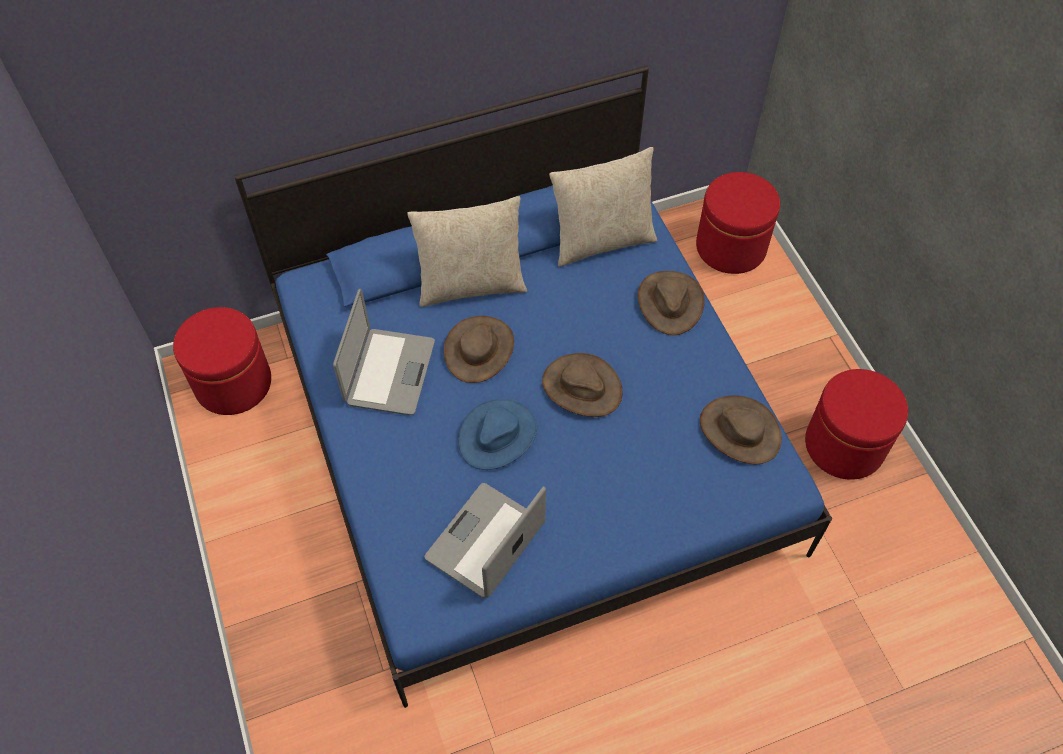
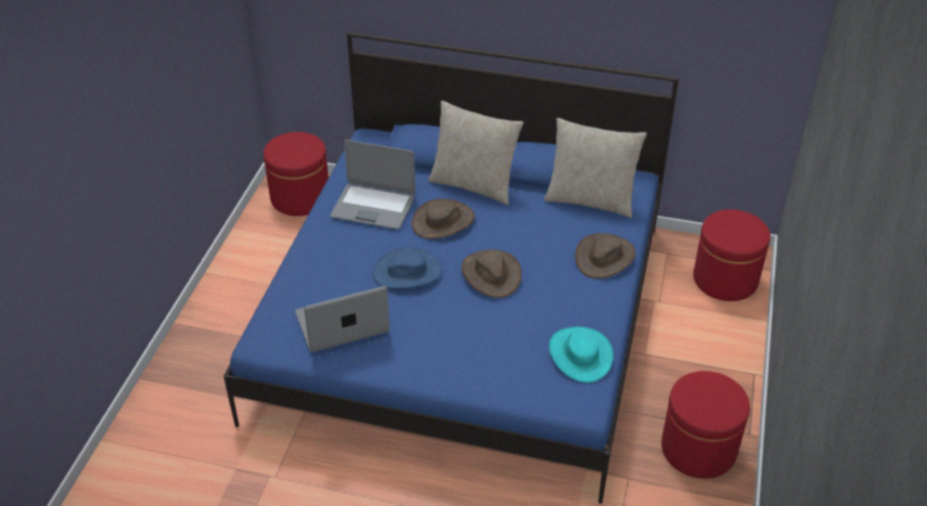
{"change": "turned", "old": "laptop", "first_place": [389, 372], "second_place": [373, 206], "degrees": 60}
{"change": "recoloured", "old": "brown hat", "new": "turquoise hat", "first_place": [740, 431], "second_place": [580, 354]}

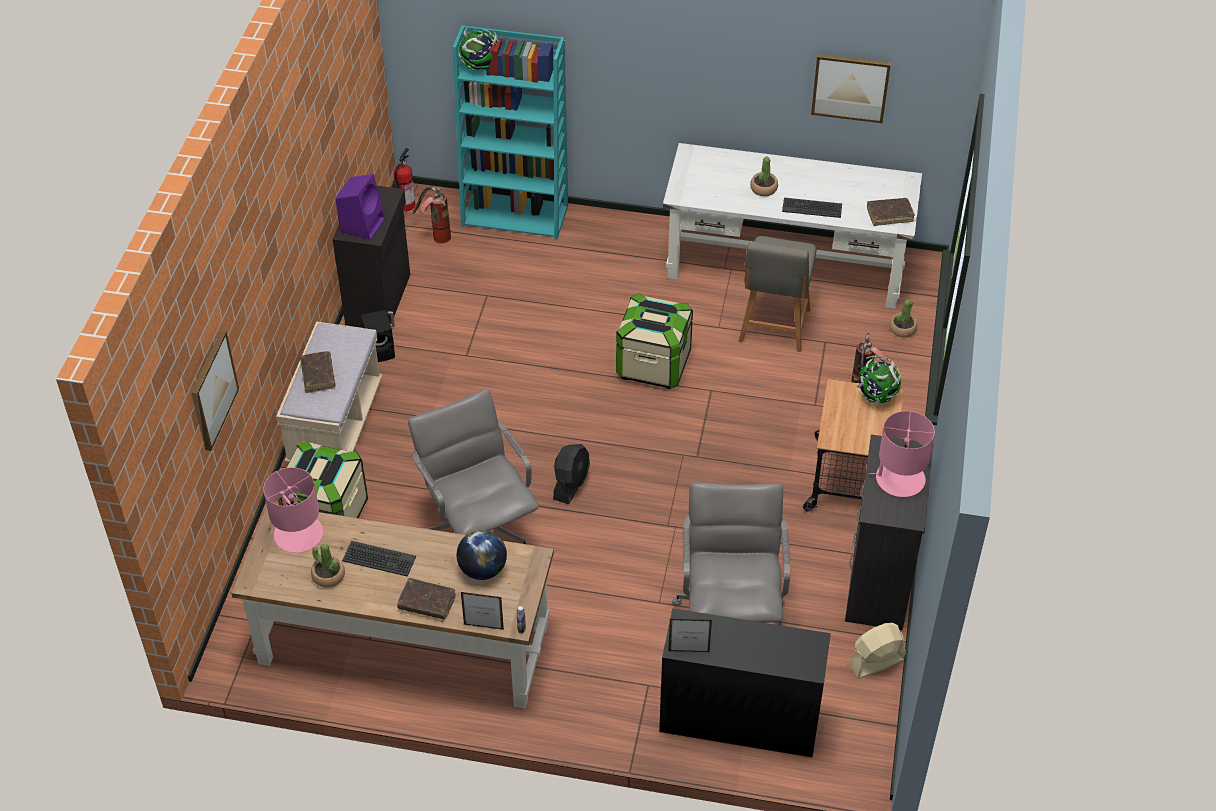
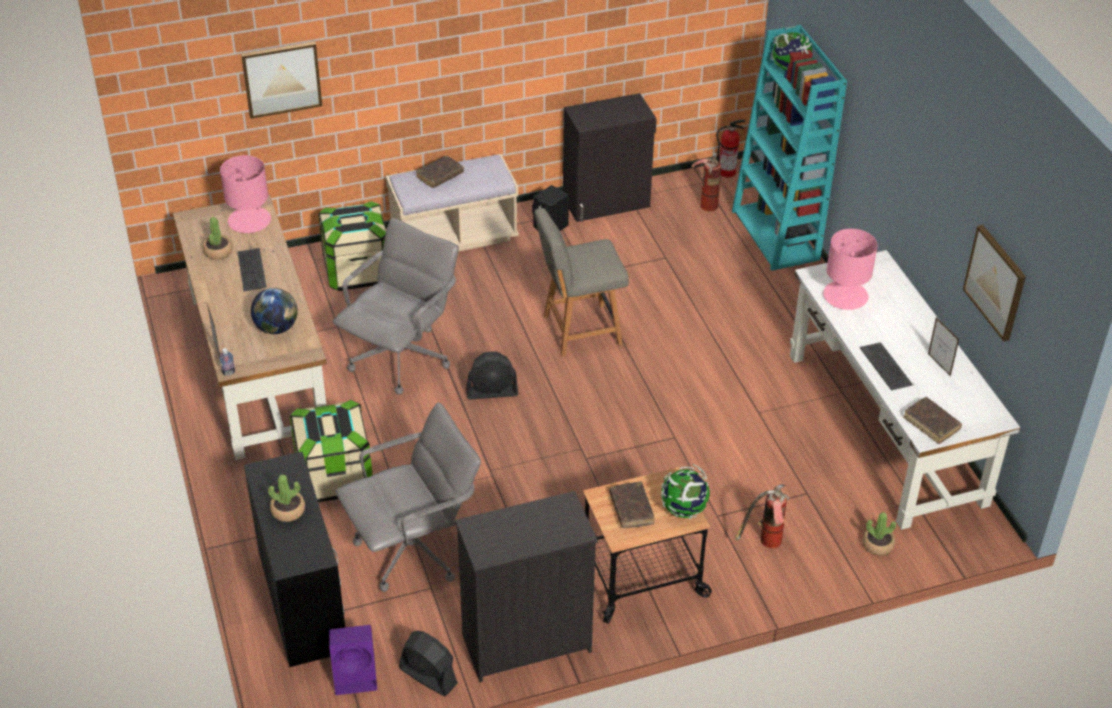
{"change": "moved", "old": "potted plant", "first_place": [763, 188], "second_place": [288, 510]}
{"change": "moved", "old": "storage box", "first_place": [653, 365], "second_place": [334, 477]}
{"change": "moved", "old": "purple speaker", "first_place": [362, 224], "second_place": [356, 675]}
{"change": "recoloured", "old": "beige fan", "new": "black fan", "first_place": [876, 662], "second_place": [428, 676]}
{"change": "moved", "old": "grey chair", "first_place": [774, 327], "second_place": [579, 330]}
{"change": "moved", "old": "brown book", "first_place": [427, 603], "second_place": [631, 509]}
{"change": "moved", "old": "pink table lamp", "first_place": [899, 479], "second_place": [845, 295]}
{"change": "moved", "old": "picture frame", "first_place": [689, 651], "second_place": [939, 365]}

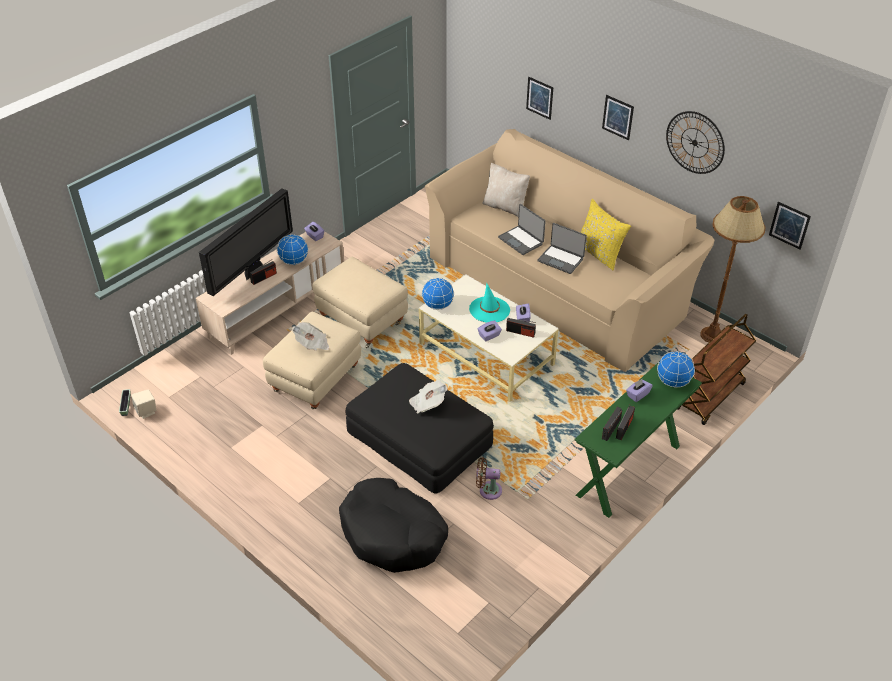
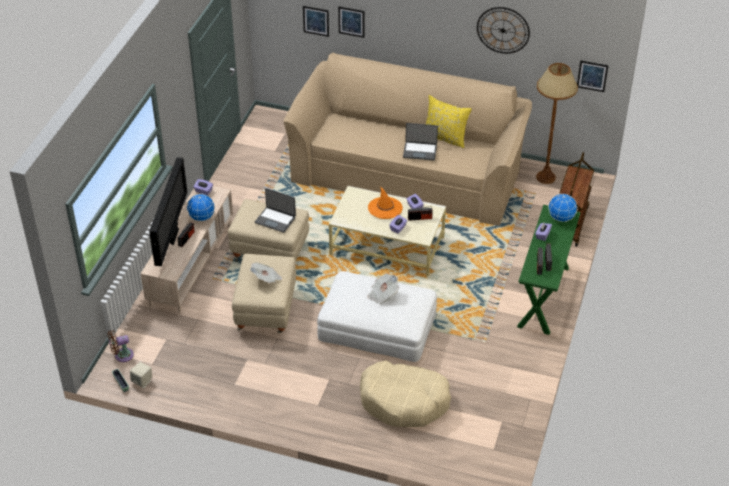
{"change": "moved", "old": "brown fan", "first_place": [488, 490], "second_place": [122, 355]}
{"change": "moved", "old": "laptop", "first_place": [521, 240], "second_place": [275, 220]}
{"change": "moved", "old": "picture", "first_place": [617, 117], "second_place": [316, 21]}
{"change": "recoloured", "old": "black ottoman", "new": "white ottoman", "first_place": [419, 438], "second_place": [377, 326]}
{"change": "recoloured", "old": "black dog bed", "new": "beige dog bed", "first_place": [393, 534], "second_place": [404, 401]}
{"change": "recoloured", "old": "turquoise hat", "new": "orange hat", "first_place": [489, 310], "second_place": [385, 208]}
{"change": "removed", "old": "globe", "first_place": [437, 305]}
{"change": "removed", "old": "beige pillow", "first_place": [505, 207]}

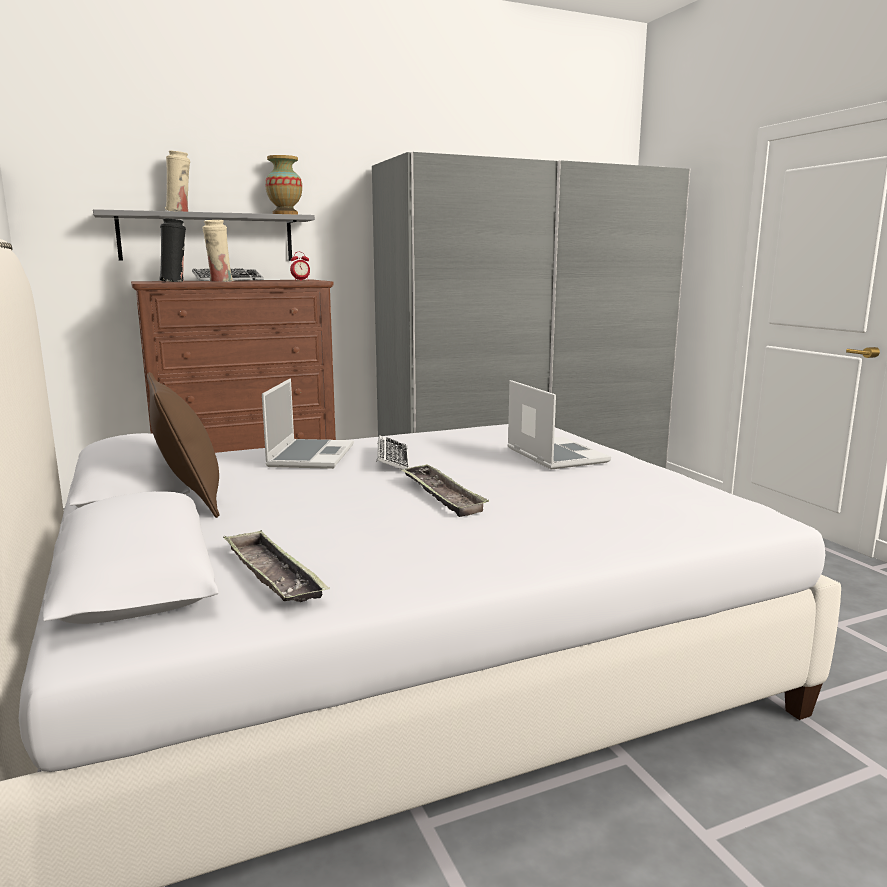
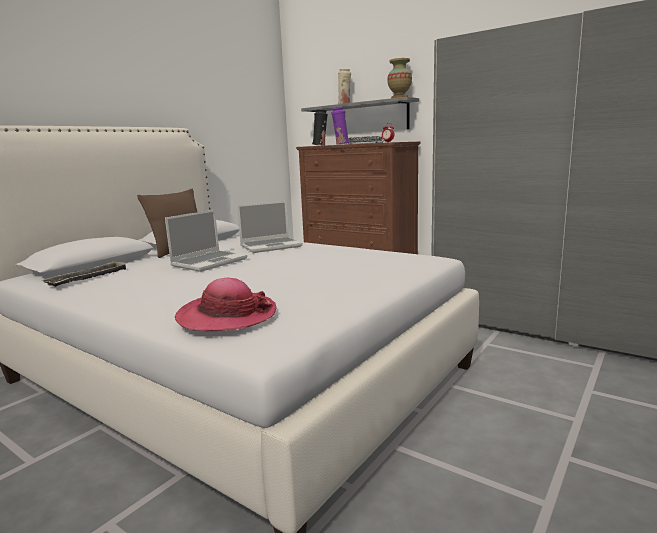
{"change": "moved", "old": "laptop", "first_place": [554, 455], "second_place": [209, 262]}
{"change": "added", "new": "hat", "second_place": [227, 316]}
{"change": "recoloured", "old": "beige vase", "new": "purple vase", "first_place": [220, 281], "second_place": [341, 144]}
{"change": "removed", "old": "keyboard", "first_place": [392, 459]}
{"change": "removed", "old": "tray", "first_place": [441, 495]}

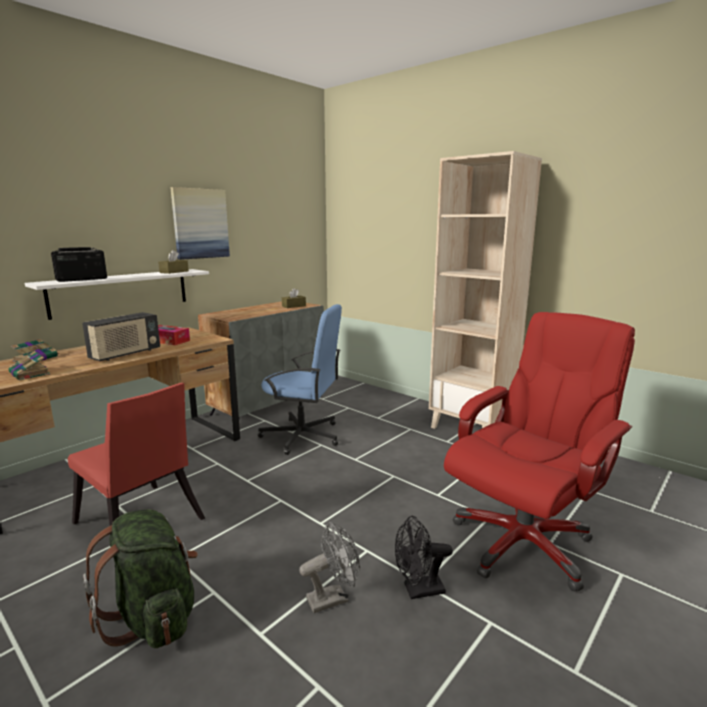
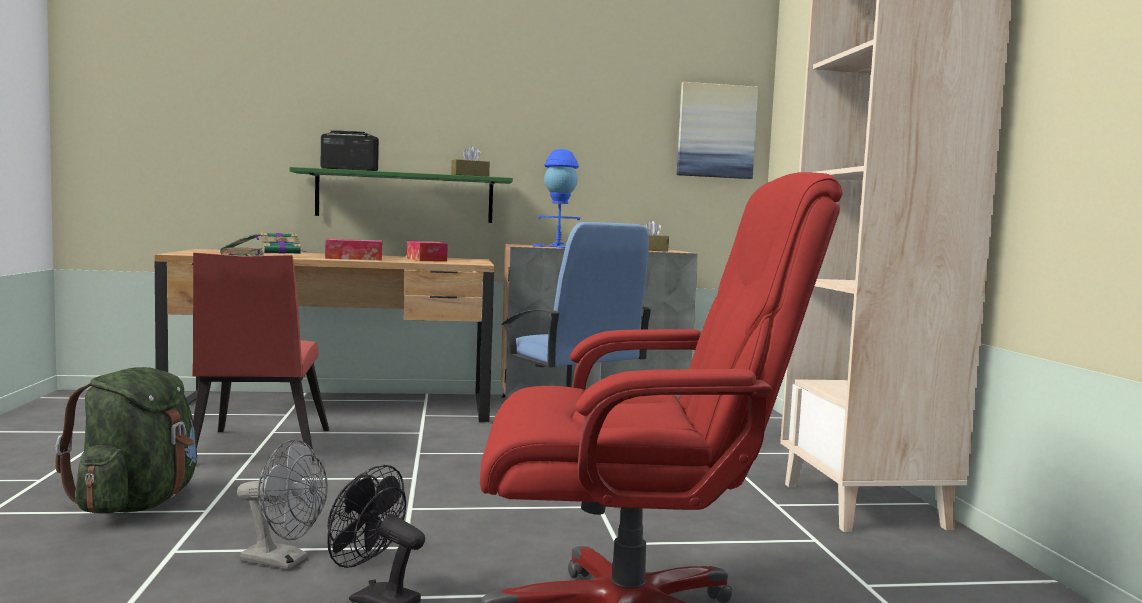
{"change": "recoloured", "old": "white shelf", "new": "green shelf", "first_place": [121, 292], "second_place": [405, 197]}
{"change": "replaced", "old": "radio", "new": "tissue box", "first_place": [125, 354], "second_place": [353, 258]}
{"change": "added", "new": "blue table lamp", "second_place": [558, 247]}
{"change": "moved", "old": "picture", "first_place": [200, 223], "second_place": [716, 131]}

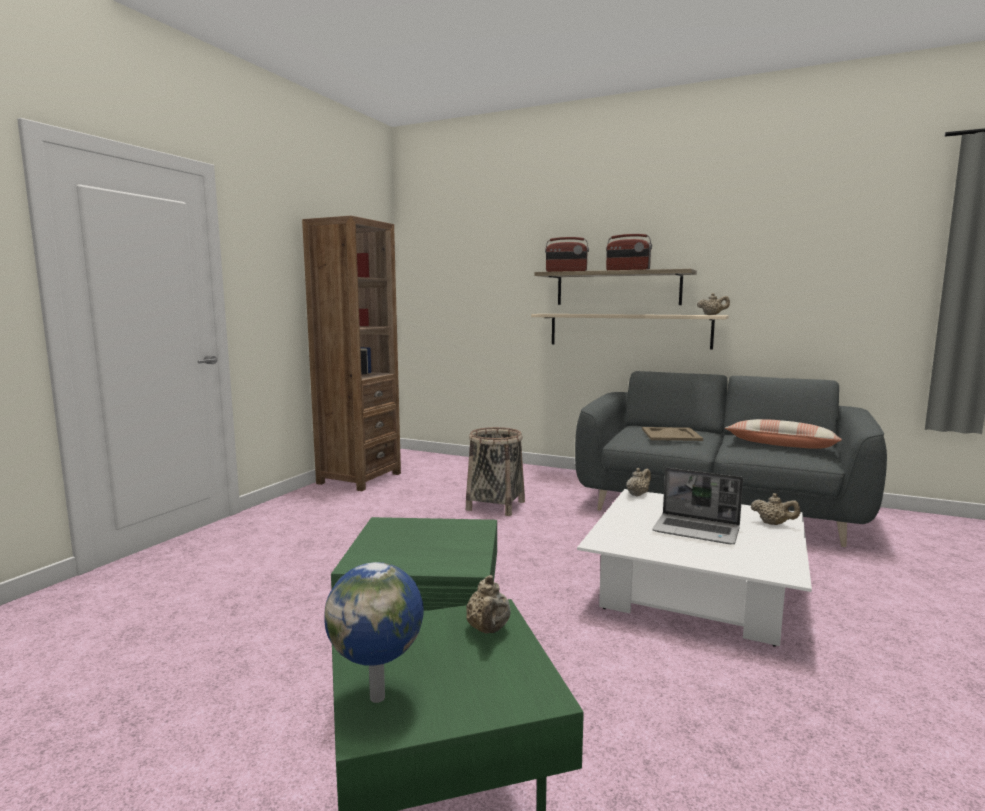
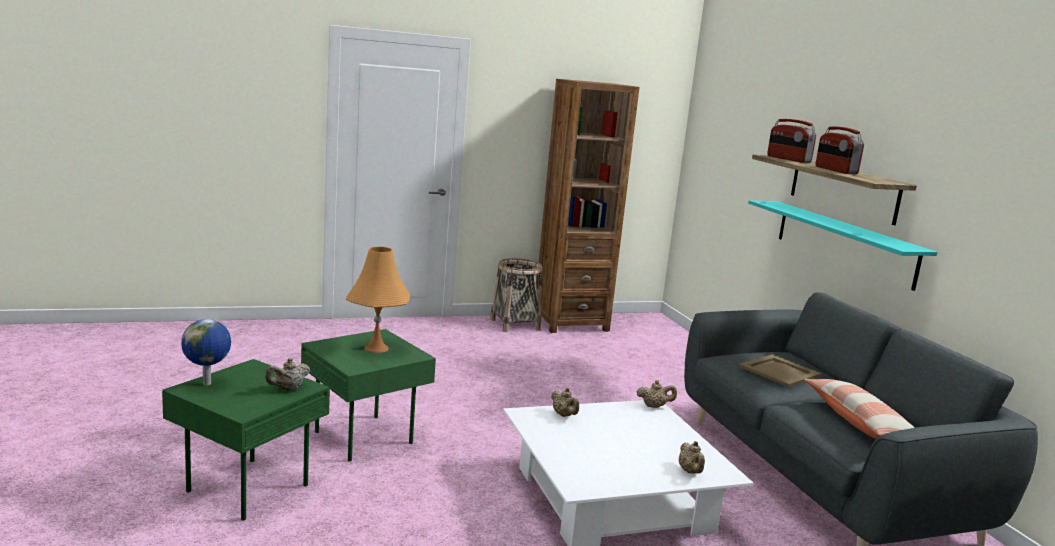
{"change": "added", "new": "orange table lamp", "second_place": [376, 348]}
{"change": "moved", "old": "basket", "first_place": [495, 505], "second_place": [515, 324]}
{"change": "moved", "old": "beige teapot", "first_place": [712, 315], "second_place": [564, 415]}
{"change": "recoloured", "old": "beige shelf", "new": "turquoise shelf", "first_place": [628, 330], "second_place": [843, 242]}
{"change": "removed", "old": "laptop", "first_place": [697, 530]}

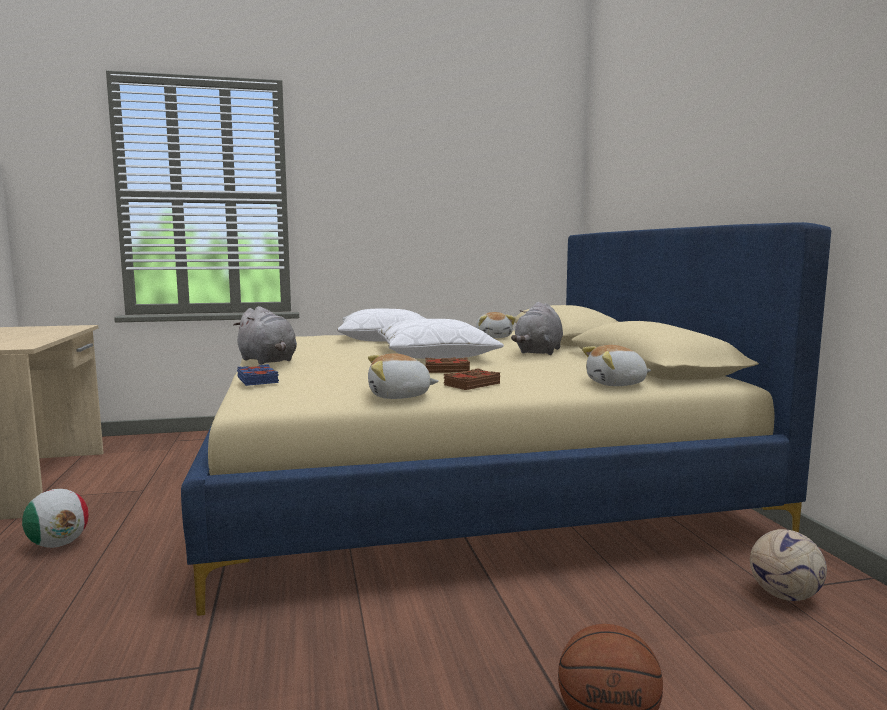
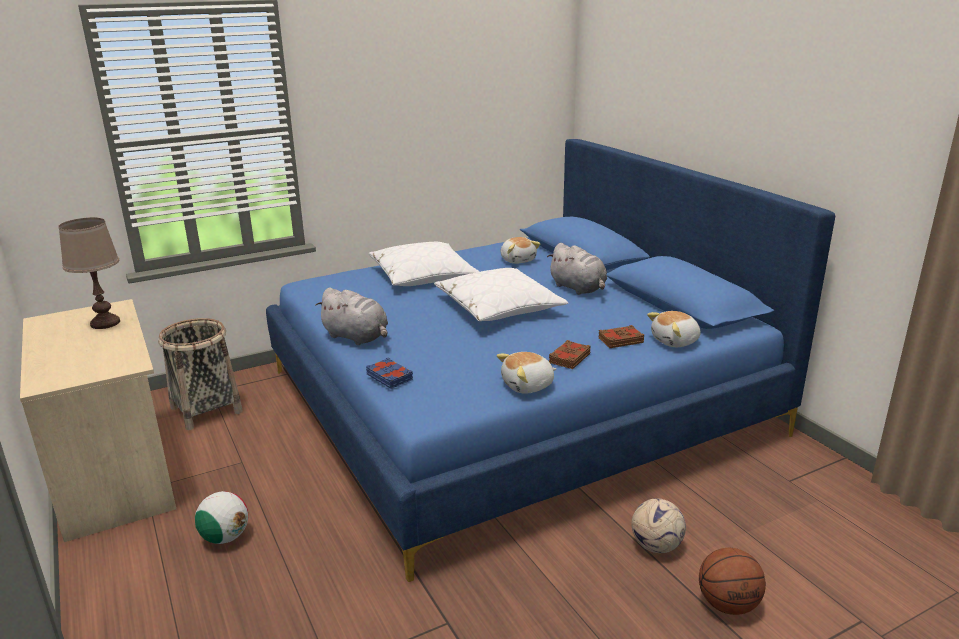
{"change": "added", "new": "brown table lamp", "second_place": [105, 323]}
{"change": "added", "new": "basket", "second_place": [207, 410]}
{"change": "recoloured", "old": "beige bed", "new": "blue bed", "first_place": [458, 477], "second_place": [514, 401]}
{"change": "turned", "old": "grey plush toy", "first_place": [538, 352], "second_place": [579, 288], "degrees": -45}
{"change": "moved", "old": "brown book", "first_place": [447, 370], "second_place": [620, 340]}
{"change": "moved", "old": "football", "first_place": [783, 595], "second_place": [655, 545]}

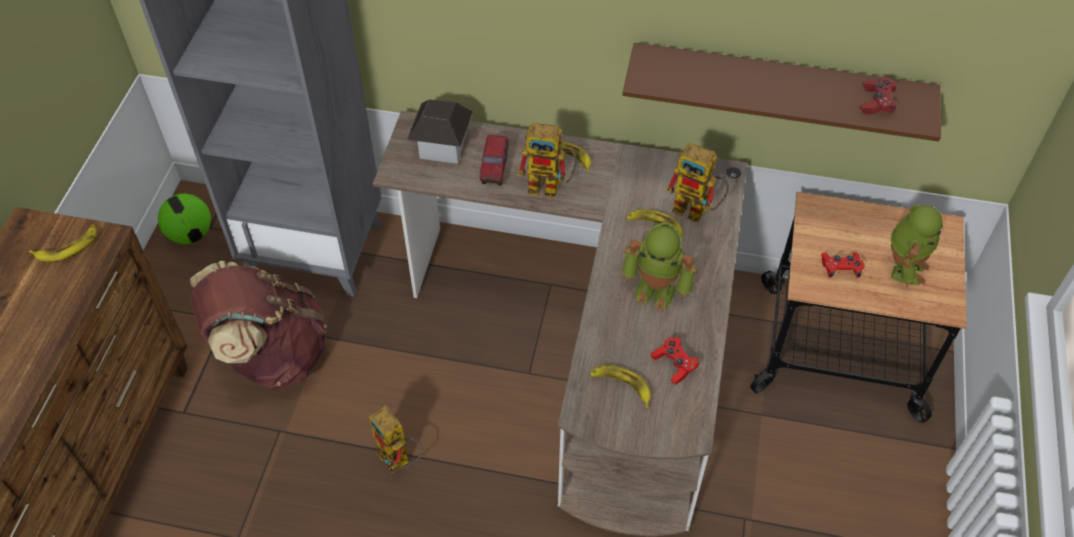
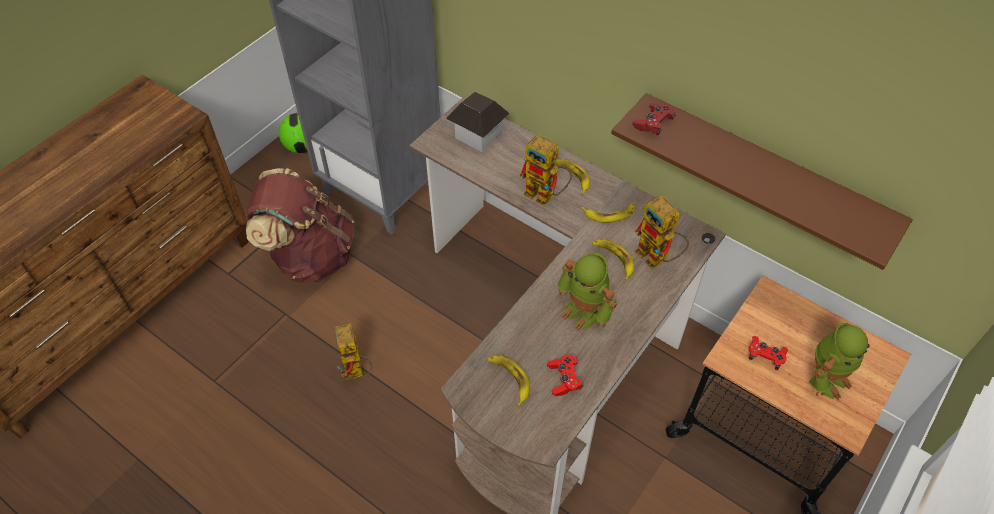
{"change": "moved", "old": "banana", "first_place": [68, 247], "second_place": [610, 214]}
{"change": "moved", "old": "red game controller", "first_place": [876, 102], "second_place": [653, 123]}
{"change": "removed", "old": "toy truck", "first_place": [494, 170]}

